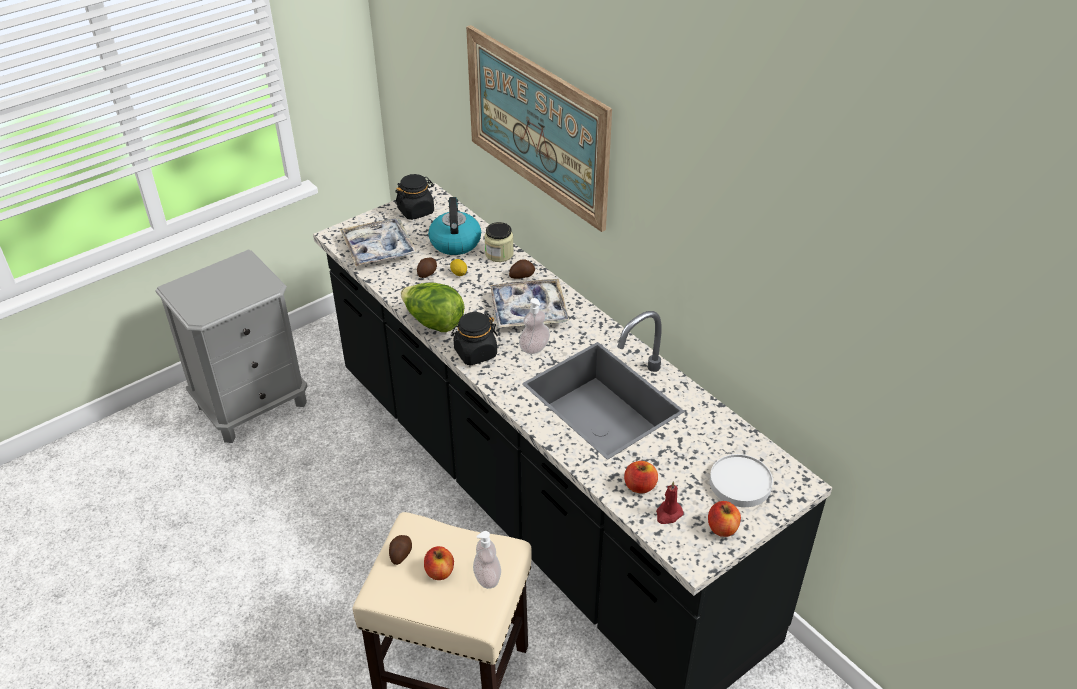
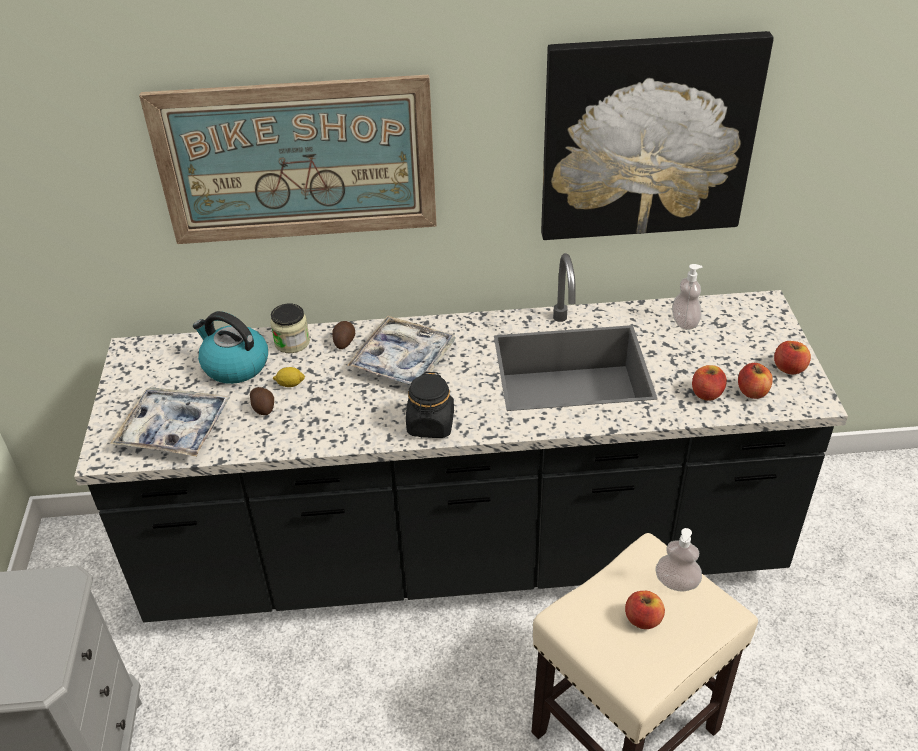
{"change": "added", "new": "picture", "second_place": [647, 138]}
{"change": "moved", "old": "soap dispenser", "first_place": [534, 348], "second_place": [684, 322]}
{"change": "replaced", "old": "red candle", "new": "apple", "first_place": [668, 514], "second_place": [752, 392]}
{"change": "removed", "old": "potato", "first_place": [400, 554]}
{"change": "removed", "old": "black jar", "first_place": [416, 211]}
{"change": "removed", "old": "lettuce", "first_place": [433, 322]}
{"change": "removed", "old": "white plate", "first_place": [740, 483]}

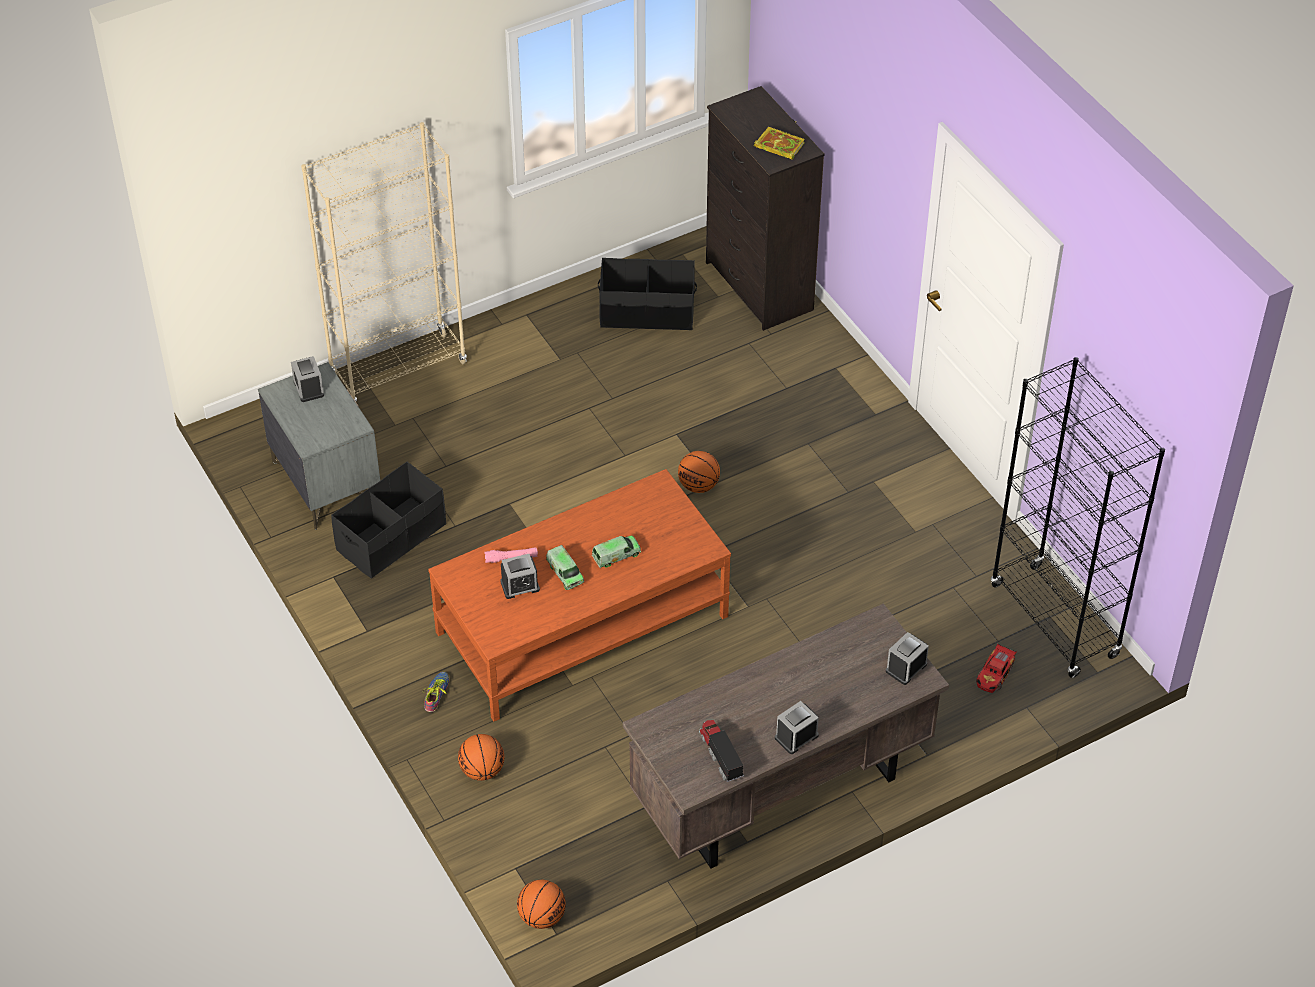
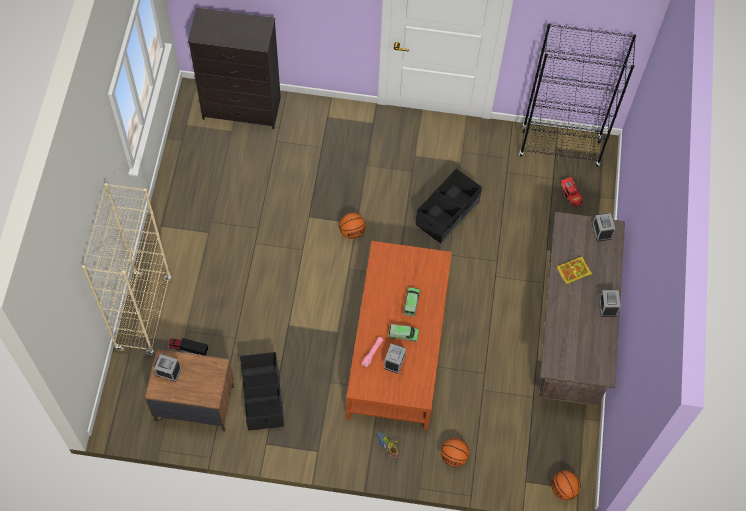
{"change": "recoloured", "old": "grey nightstand", "new": "brown nightstand", "first_place": [325, 482], "second_place": [194, 404]}
{"change": "moved", "old": "toy truck", "first_place": [720, 755], "second_place": [188, 348]}
{"change": "moved", "old": "black storage box", "first_place": [647, 312], "second_place": [447, 214]}
{"change": "moved", "old": "book", "first_place": [778, 145], "second_place": [573, 272]}

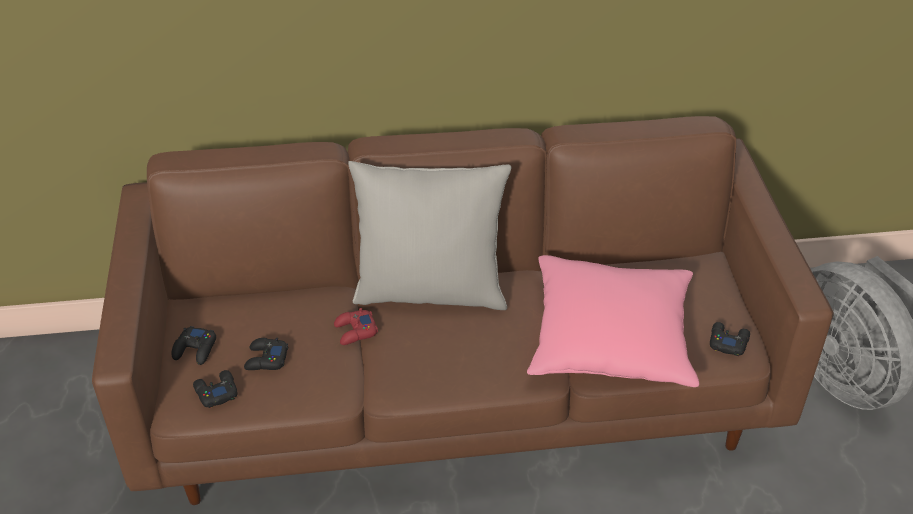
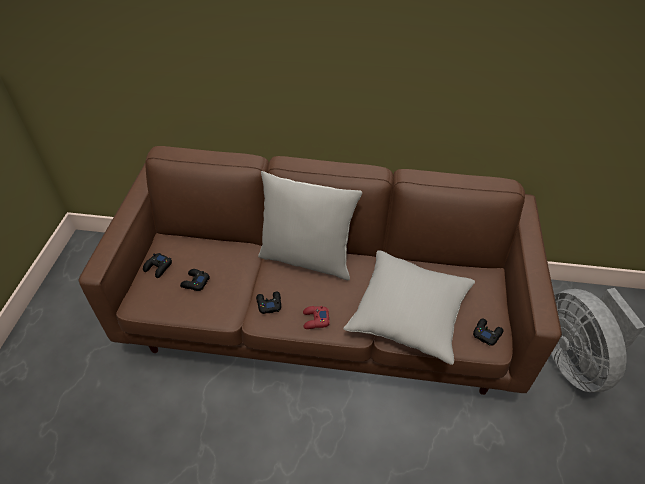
{"change": "moved", "old": "black game controller", "first_place": [216, 392], "second_place": [269, 304]}
{"change": "moved", "old": "red game controller", "first_place": [355, 331], "second_place": [315, 320]}
{"change": "recoloured", "old": "pink pillow", "new": "grey pillow", "first_place": [611, 339], "second_place": [409, 314]}

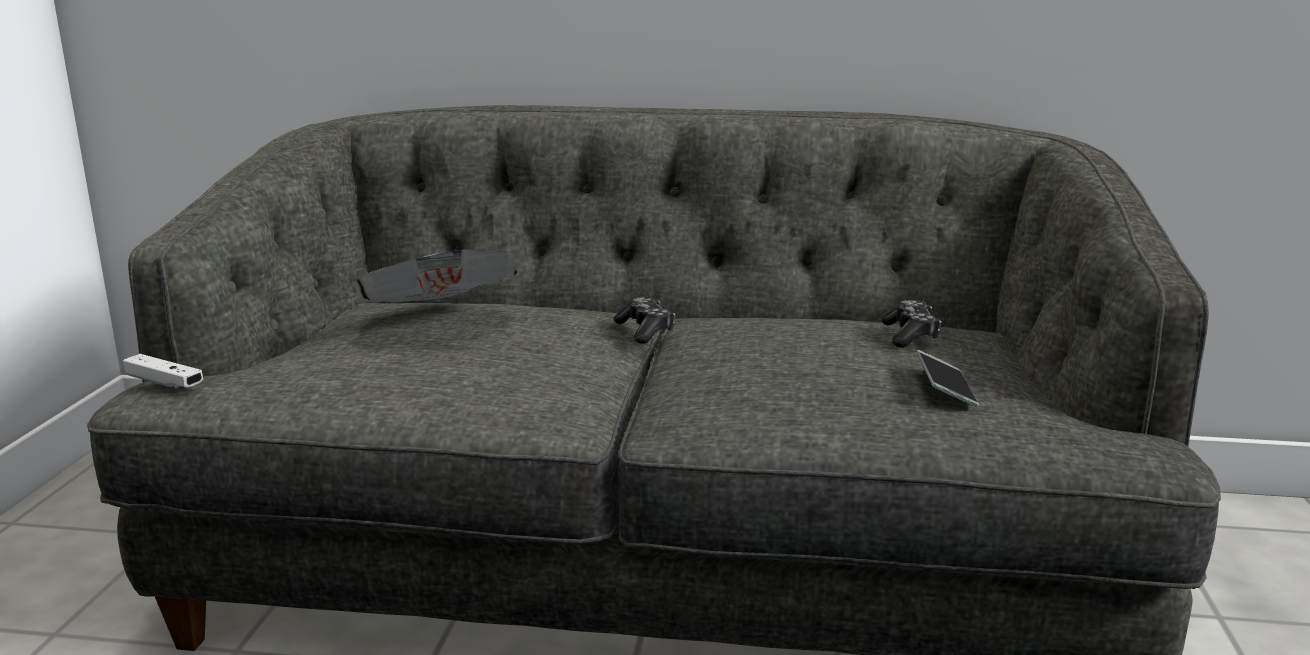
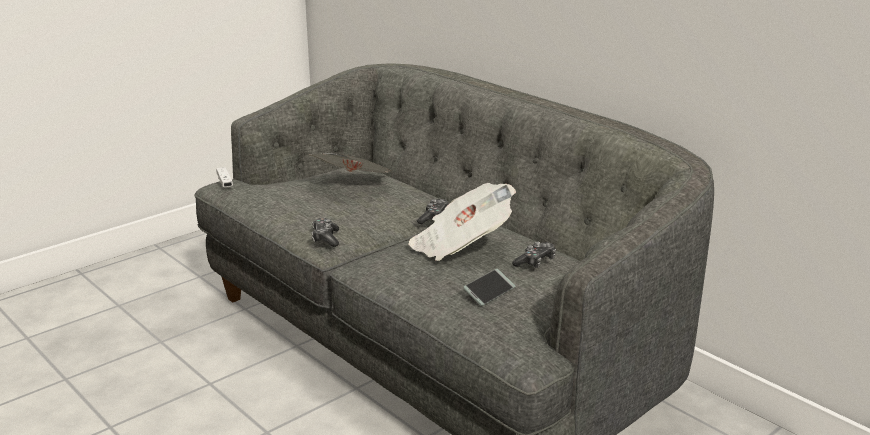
{"change": "added", "new": "game controller", "second_place": [325, 238]}
{"change": "added", "new": "newspaper", "second_place": [461, 246]}

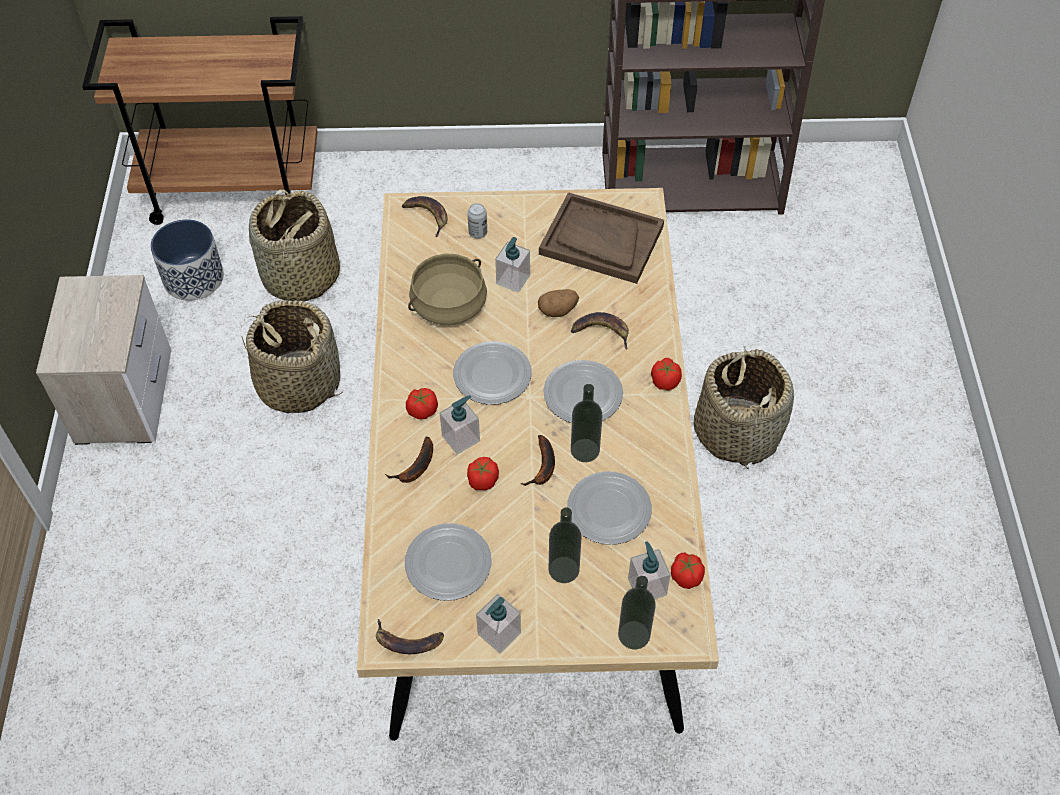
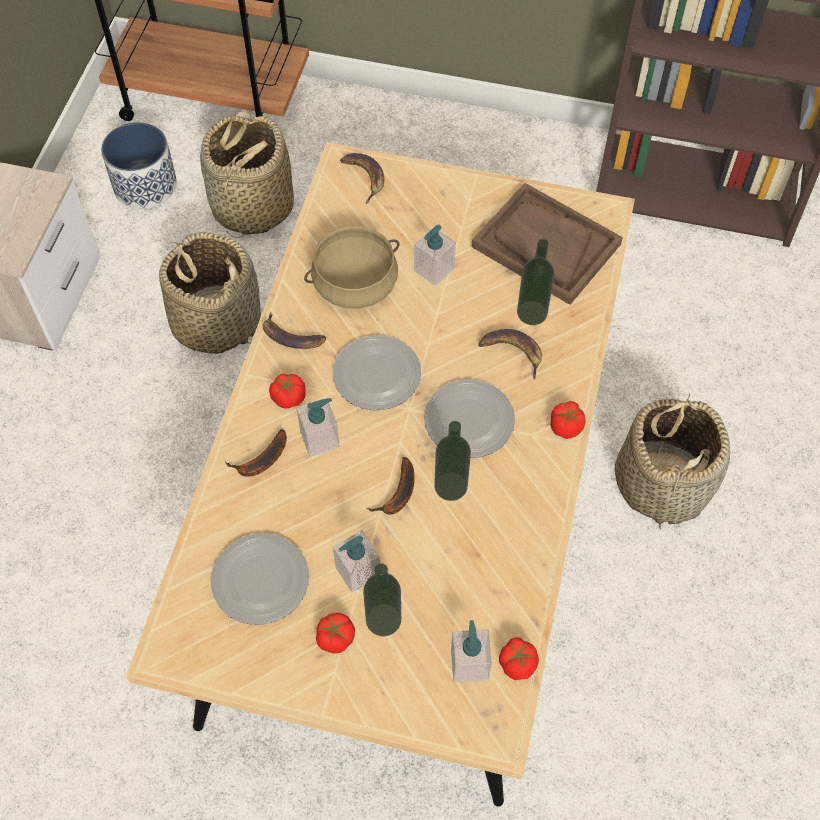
{"change": "moved", "old": "banana", "first_place": [407, 641], "second_place": [291, 337]}
{"change": "moved", "old": "tomato", "first_place": [482, 480], "second_place": [335, 638]}
{"change": "moved", "old": "soap dispenser", "first_place": [499, 633], "second_place": [357, 571]}
{"change": "moved", "old": "bottle", "first_place": [634, 635], "second_place": [532, 313]}
{"change": "removed", "old": "can", "first_place": [478, 233]}
{"change": "removed", "old": "potato", "first_place": [558, 310]}
{"change": "removed", "old": "plate", "first_place": [607, 510]}

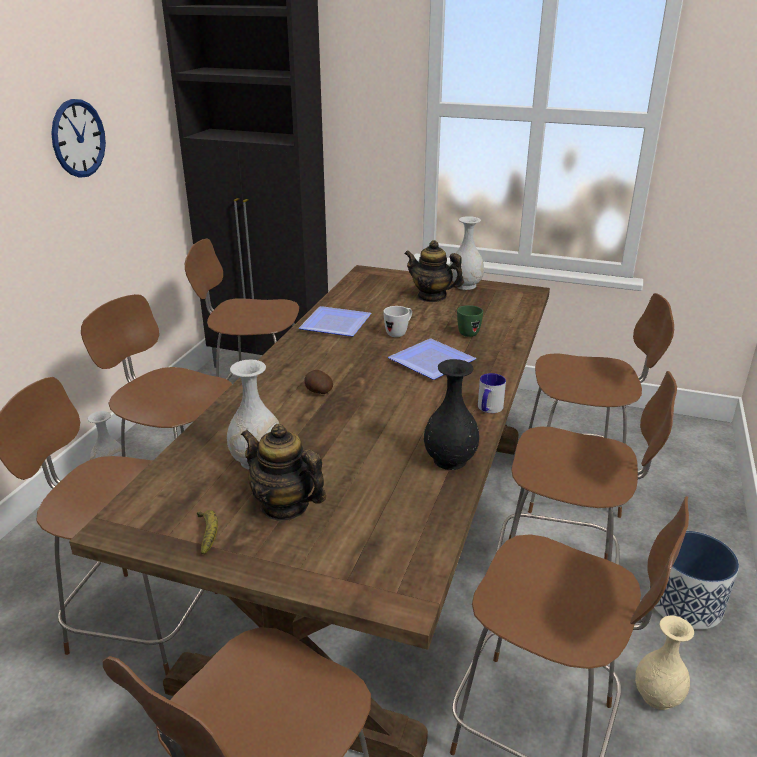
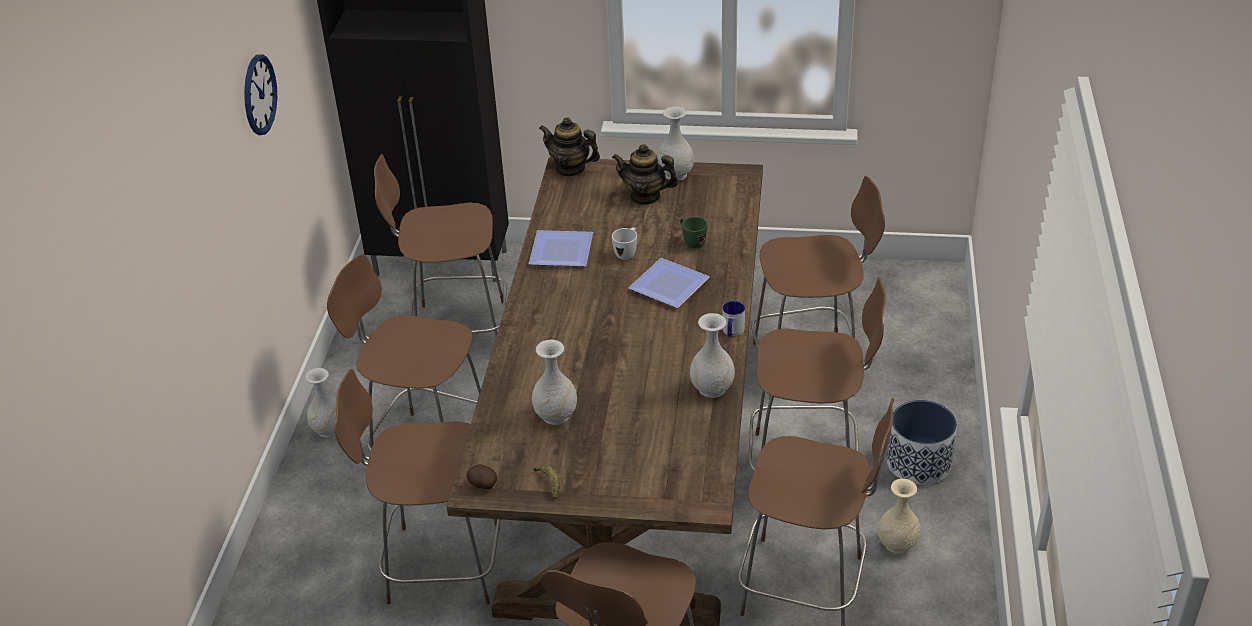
{"change": "moved", "old": "potato", "first_place": [318, 392], "second_place": [482, 485]}
{"change": "moved", "old": "teapot", "first_place": [284, 506], "second_place": [570, 169]}
{"change": "recoloured", "old": "black vase", "new": "white vase", "first_place": [450, 460], "second_place": [712, 388]}

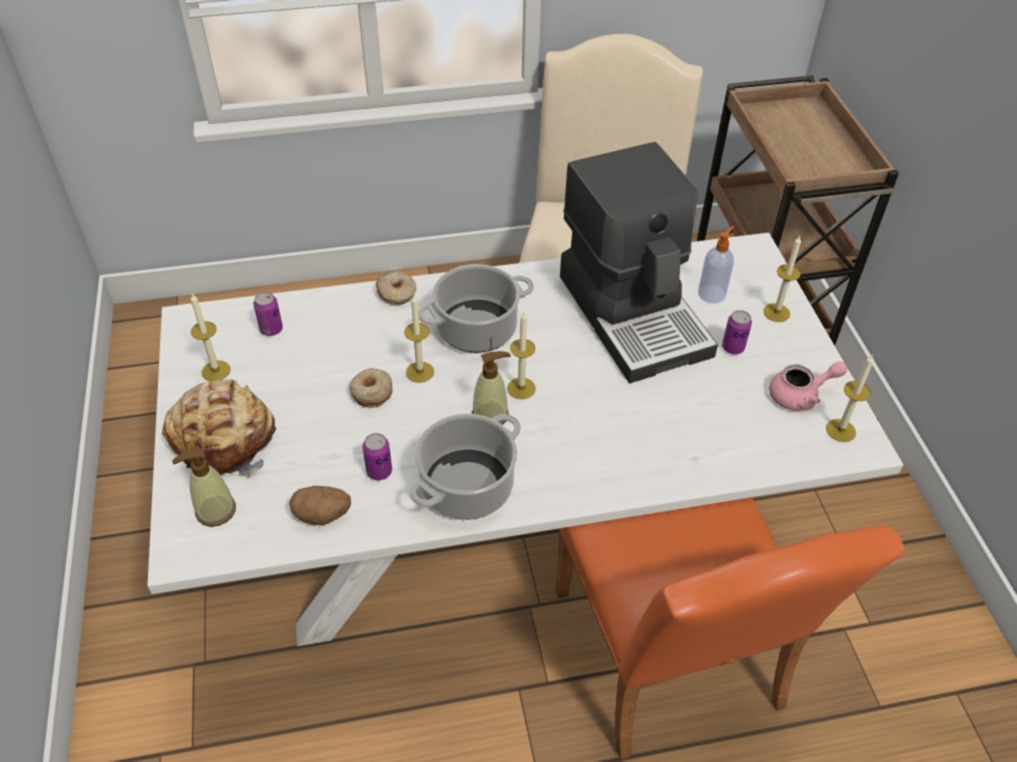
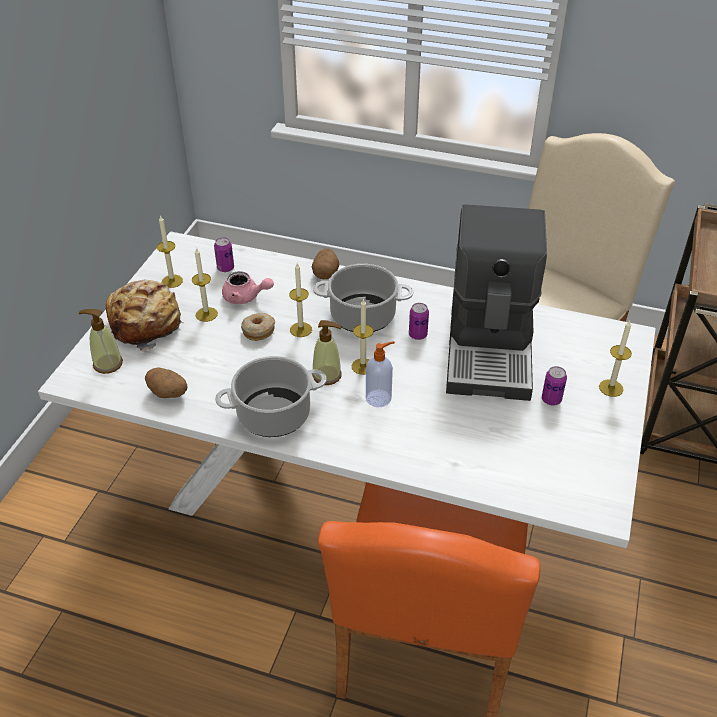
{"change": "moved", "old": "candle", "first_place": [840, 430], "second_place": [206, 314]}
{"change": "moved", "old": "pink teapot", "first_place": [800, 395], "second_place": [245, 297]}
{"change": "replaced", "old": "donut", "new": "potato", "first_place": [397, 293], "second_place": [325, 273]}
{"change": "moved", "old": "soap dispenser", "first_place": [712, 293], "second_place": [379, 398]}
{"change": "moved", "old": "can", "first_place": [379, 471], "second_place": [418, 335]}

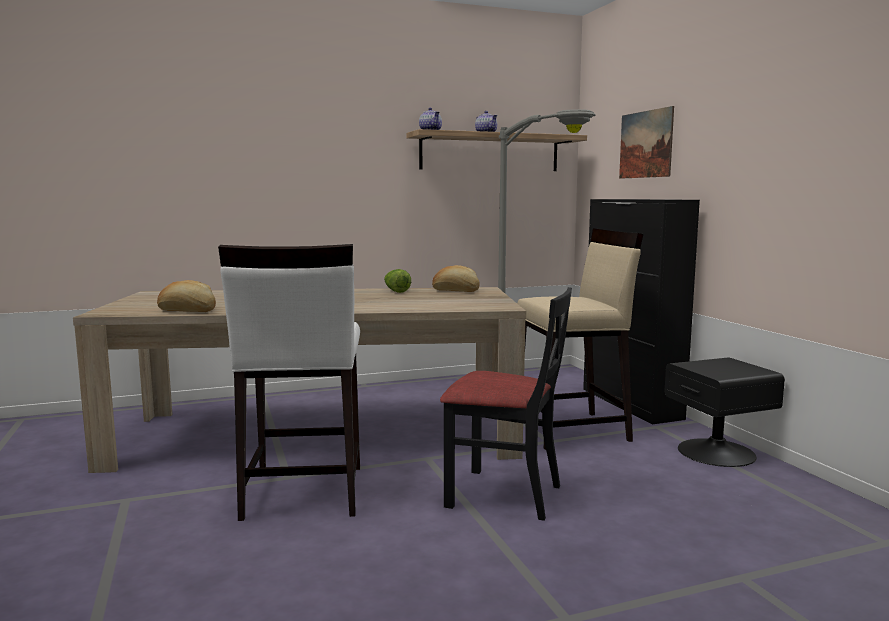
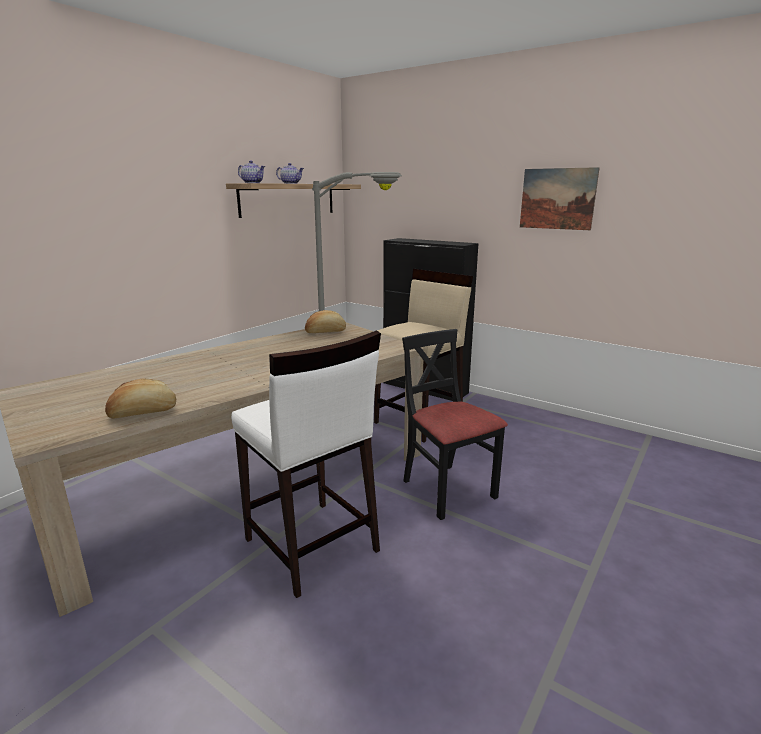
{"change": "turned", "old": "black chair", "first_place": [504, 495], "second_place": [447, 490], "degrees": -105}
{"change": "moved", "old": "picture", "first_place": [645, 144], "second_place": [557, 199]}
{"change": "removed", "old": "lettuce", "first_place": [396, 291]}
{"change": "removed", "old": "black nightstand", "first_place": [717, 452]}

